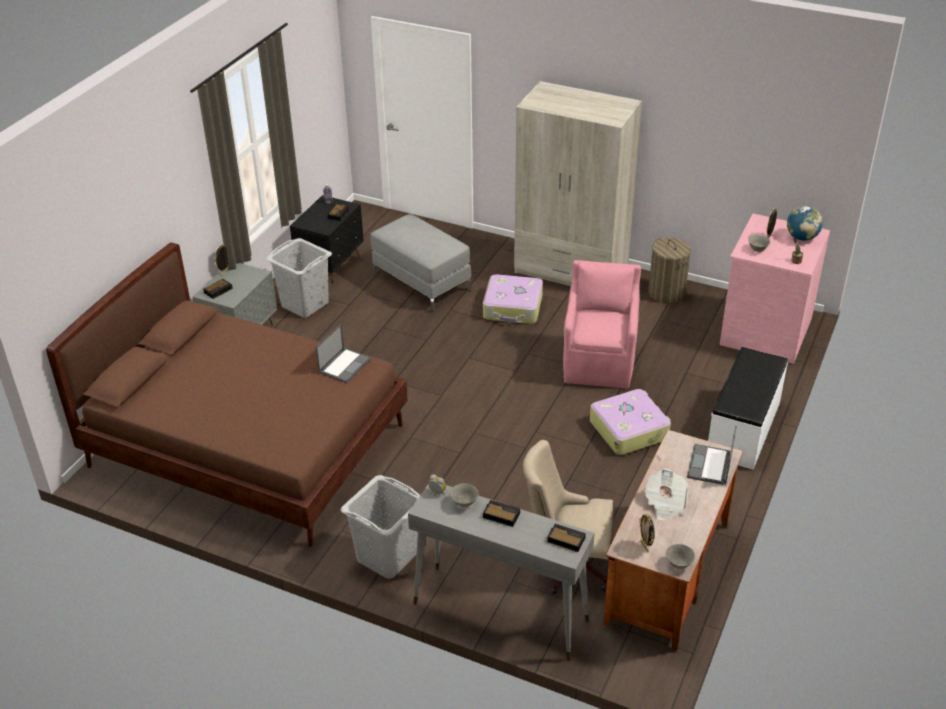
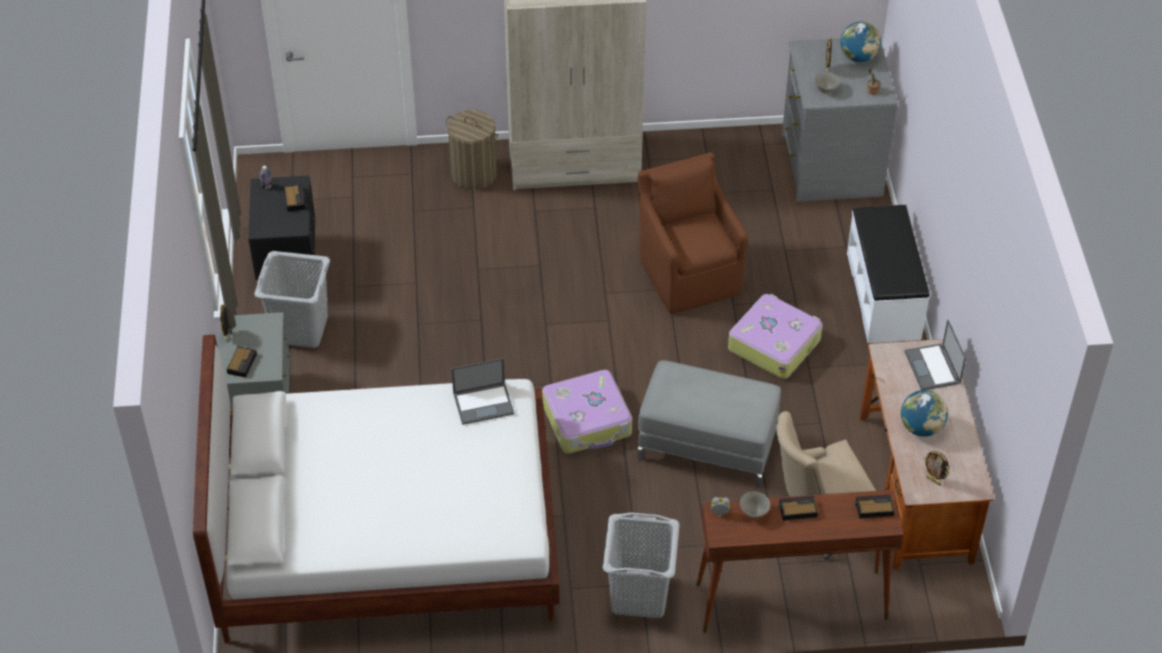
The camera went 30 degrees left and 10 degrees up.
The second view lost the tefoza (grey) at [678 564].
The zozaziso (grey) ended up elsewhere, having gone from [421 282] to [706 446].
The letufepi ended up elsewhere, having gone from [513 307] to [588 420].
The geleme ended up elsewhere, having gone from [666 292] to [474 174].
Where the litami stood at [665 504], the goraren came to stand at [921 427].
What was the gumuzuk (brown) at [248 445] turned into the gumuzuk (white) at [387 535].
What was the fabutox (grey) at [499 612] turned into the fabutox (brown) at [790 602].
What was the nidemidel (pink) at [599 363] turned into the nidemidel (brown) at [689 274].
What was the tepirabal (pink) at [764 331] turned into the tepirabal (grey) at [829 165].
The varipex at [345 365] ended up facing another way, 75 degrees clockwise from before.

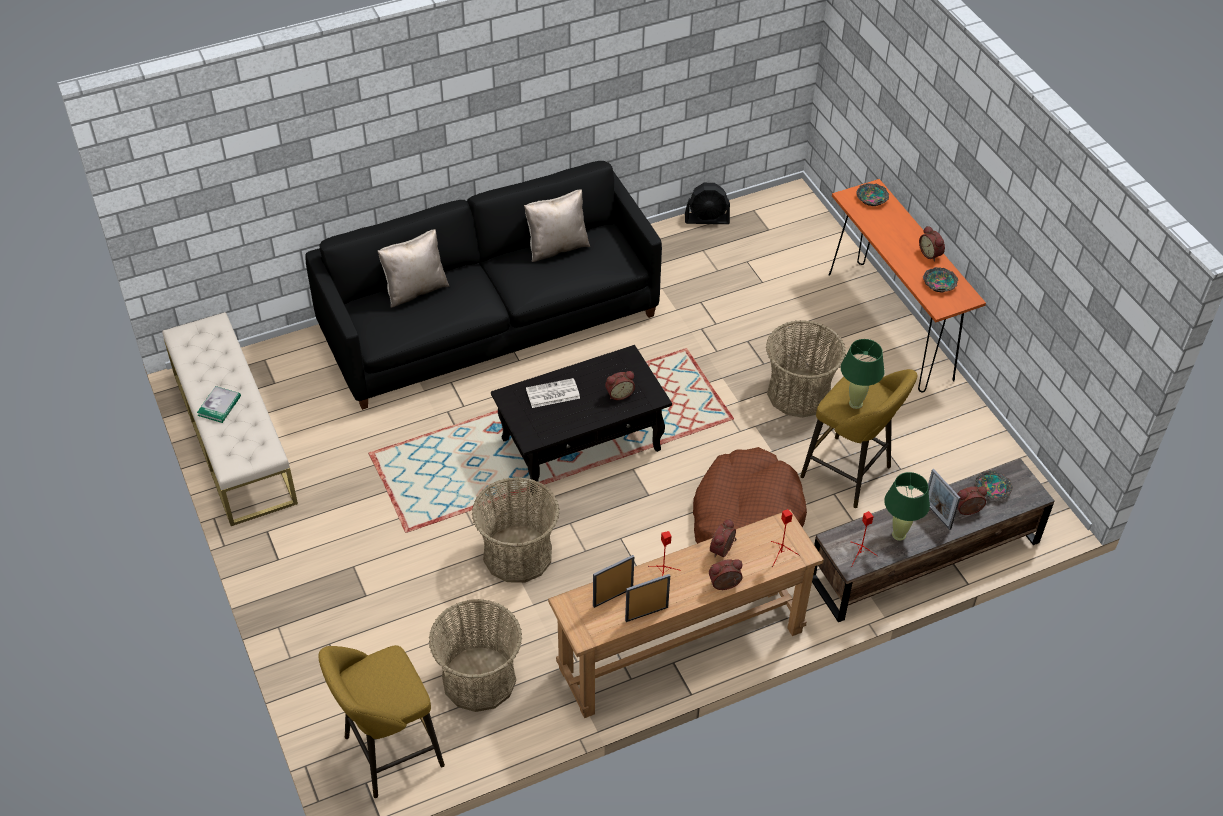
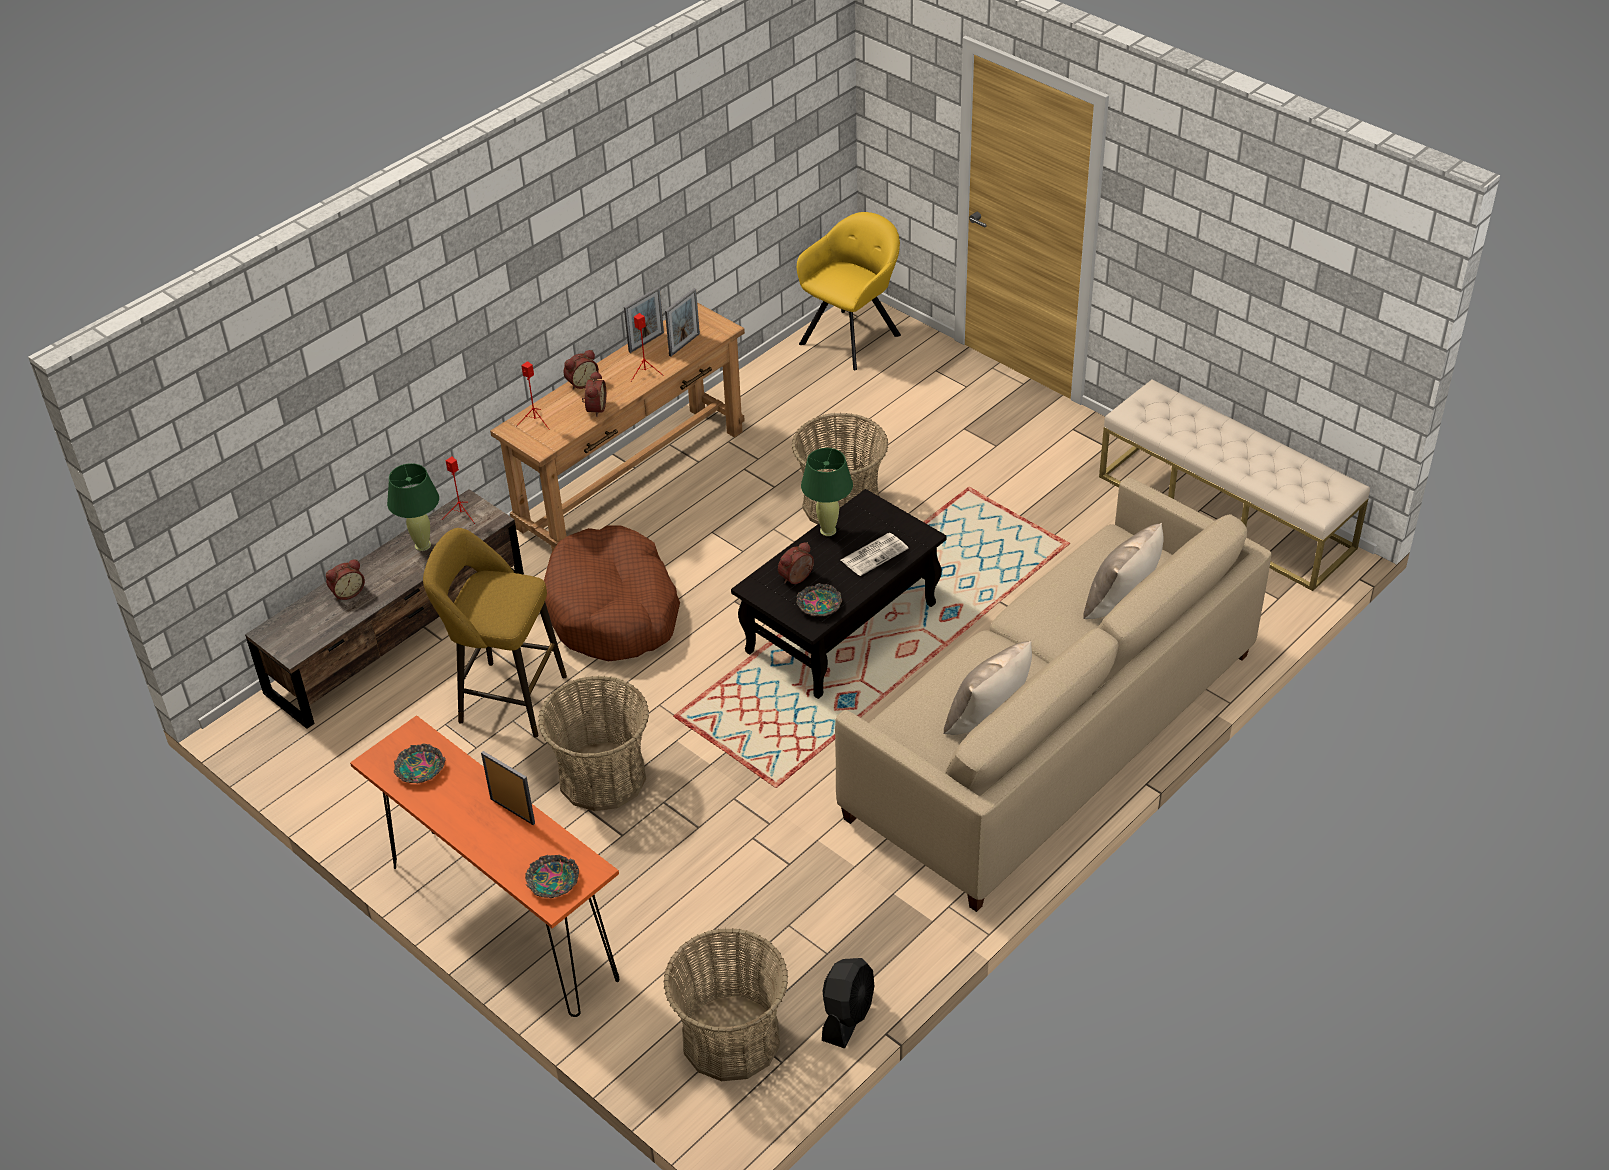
The camera went 160 degrees right and 5 degrees down.
The second view lost the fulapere at [219 406].
The second view lost the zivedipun at [931 254].
The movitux ended up elsewhere, having gone from [479 679] to [731 1038].
The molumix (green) ended up elsewhere, having gone from [855 403] to [828 531].
The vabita ended up elsewhere, having gone from [937 515] to [512 811].
The tefoza ended up elsewhere, having gone from [992 488] to [819 606].
Where the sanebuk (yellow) stood at [388 753], the nidemidel (yellow) came to stand at [853 336].
What was the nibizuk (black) at [490 322] turned into the nibizuk (beige) at [1052 735].
The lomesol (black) at [707 219] ended up facing another way, 135 degrees clockwise from before.

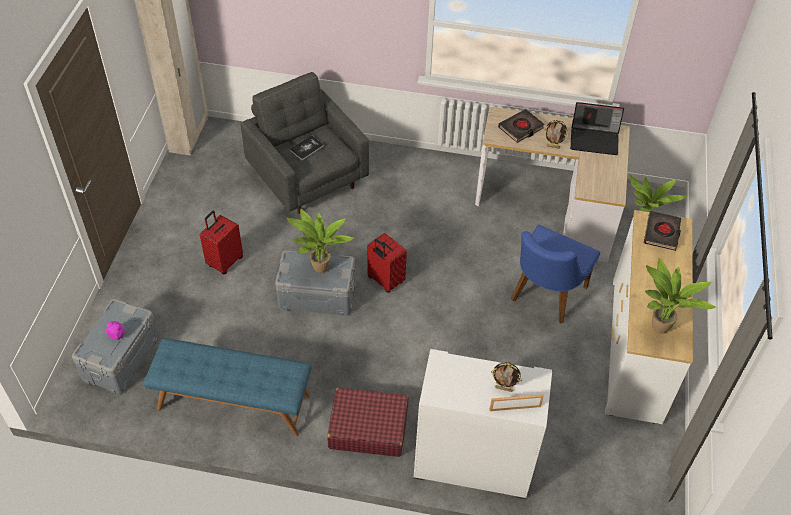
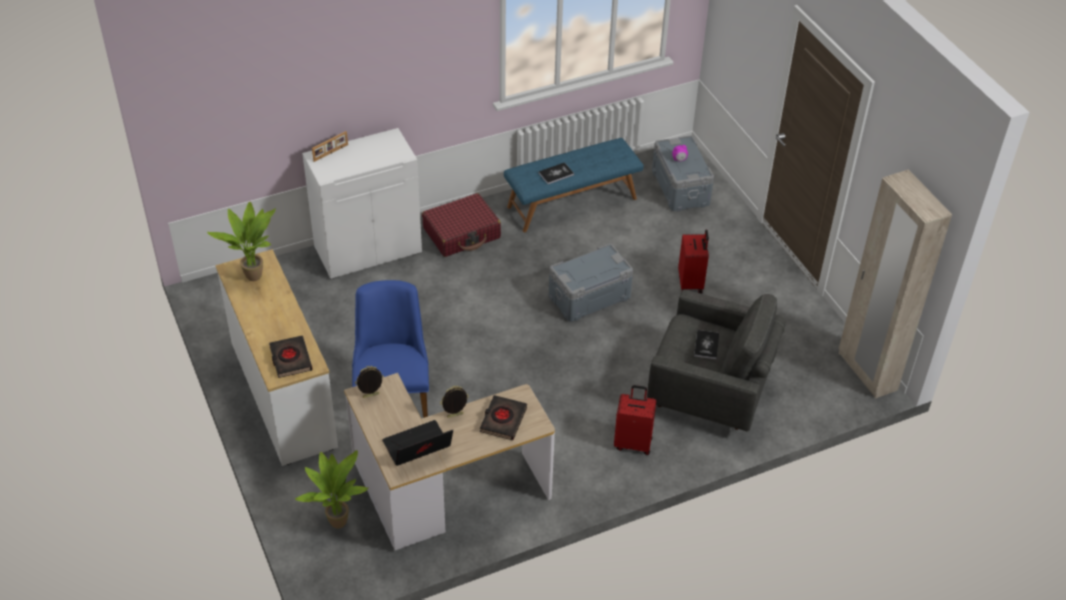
The camera went 145 degrees right and 5 degrees down.
The second view lost the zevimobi at [320 270].
The second view gained the fulapere at [556 174].
The letufepi (red) ended up elsewhere, having gone from [385 280] to [633 443].
The vabita ended up elsewhere, having gone from [503 388] to [371 396].

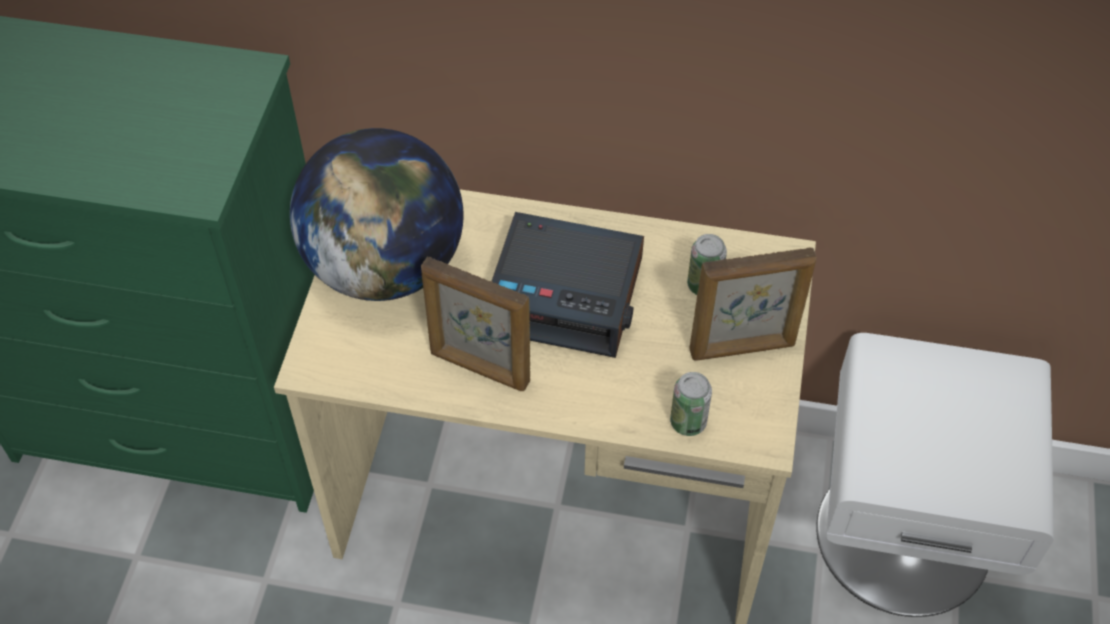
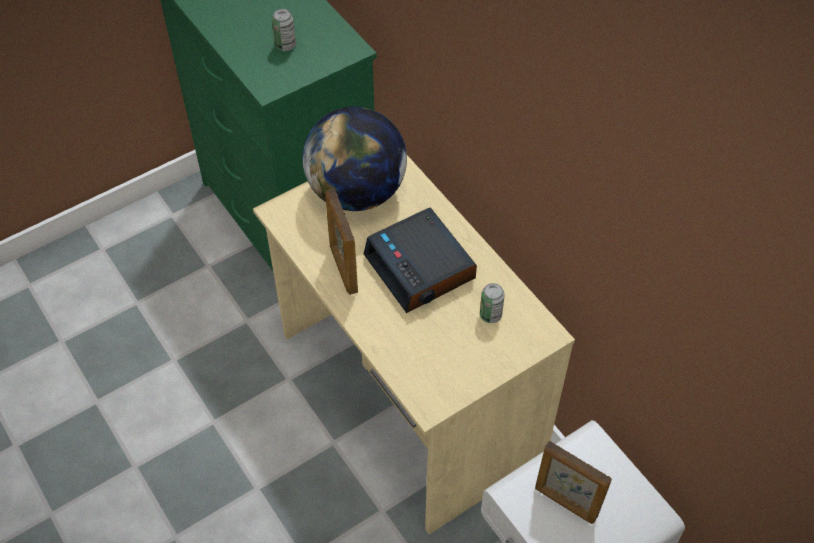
The camera went 45 degrees right and 0 degrees up.
The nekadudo ended up elsewhere, having gone from [688 422] to [285 45].
The vabita ended up elsewhere, having gone from [743 348] to [565 503].

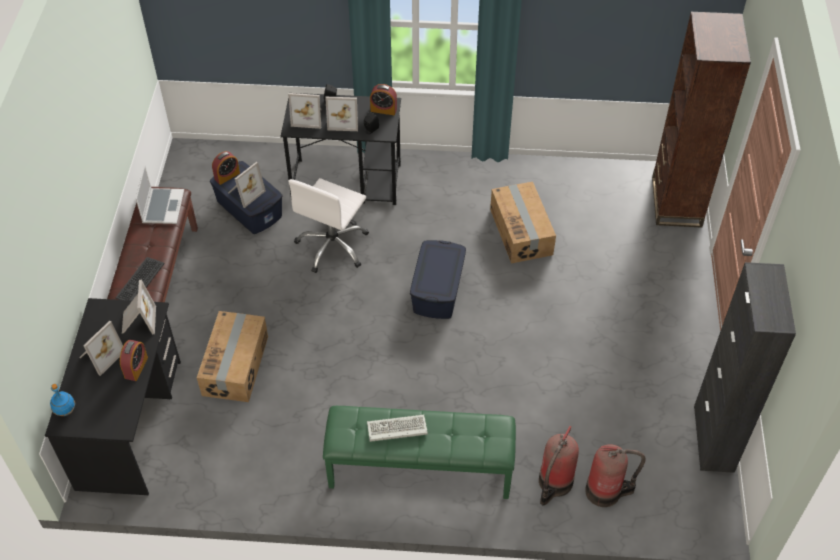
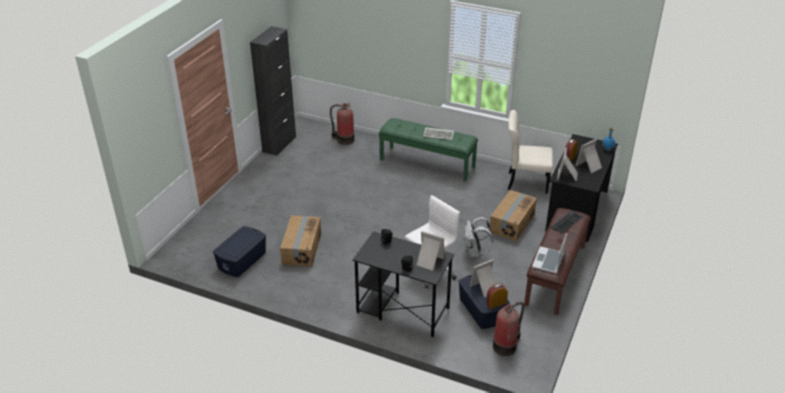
The camera went 160 degrees left and 15 degrees down.
The second view lost the vabita at [344 120].
The second view lost the zivedipun at [383 110].
The second view lost the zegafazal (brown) at [676 202].
The second view gained the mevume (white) at [474 253].
The second view gained the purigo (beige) at [525 182].
The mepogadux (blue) ended up elsewhere, having gone from [437 290] to [242 260].
The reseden ended up elsewhere, having gone from [554 483] to [506 346].

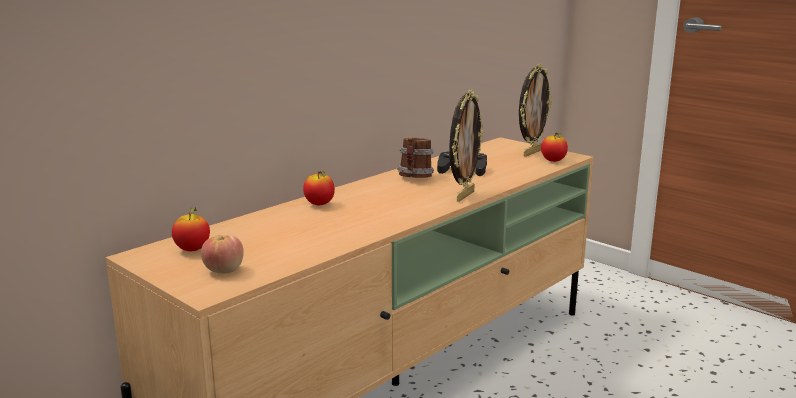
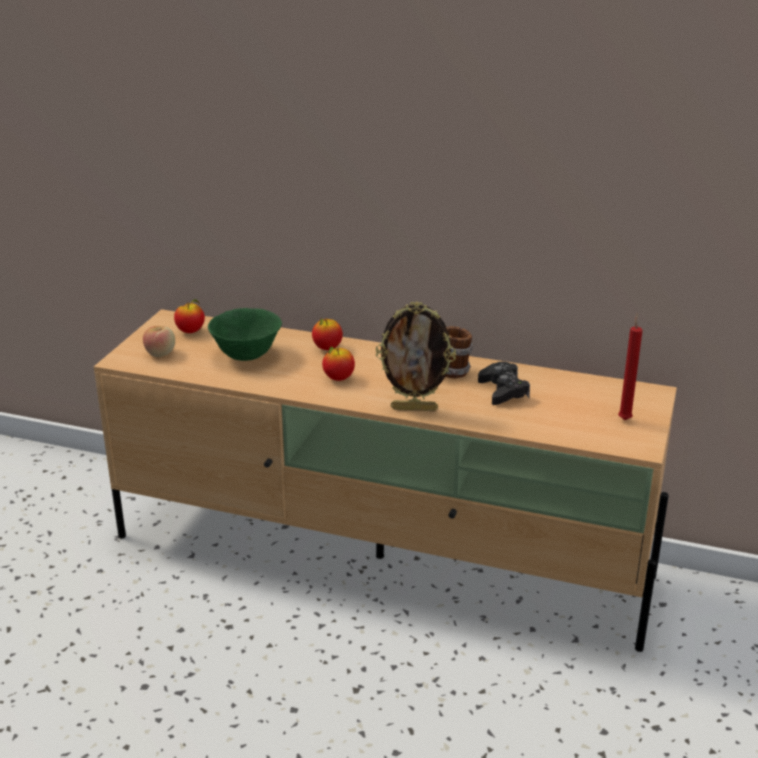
The camera went 65 degrees right and 10 degrees up.
The second view gained the tefoza (green) at [247 355].
The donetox ended up elsewhere, having gone from [553 161] to [338 378].
Where the vabita stood at [531 153], the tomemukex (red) came to stand at [625 419].

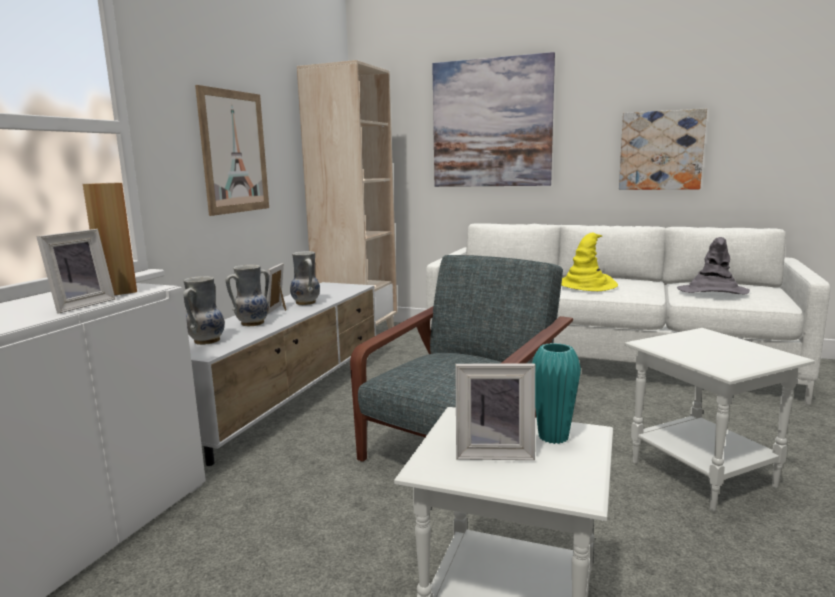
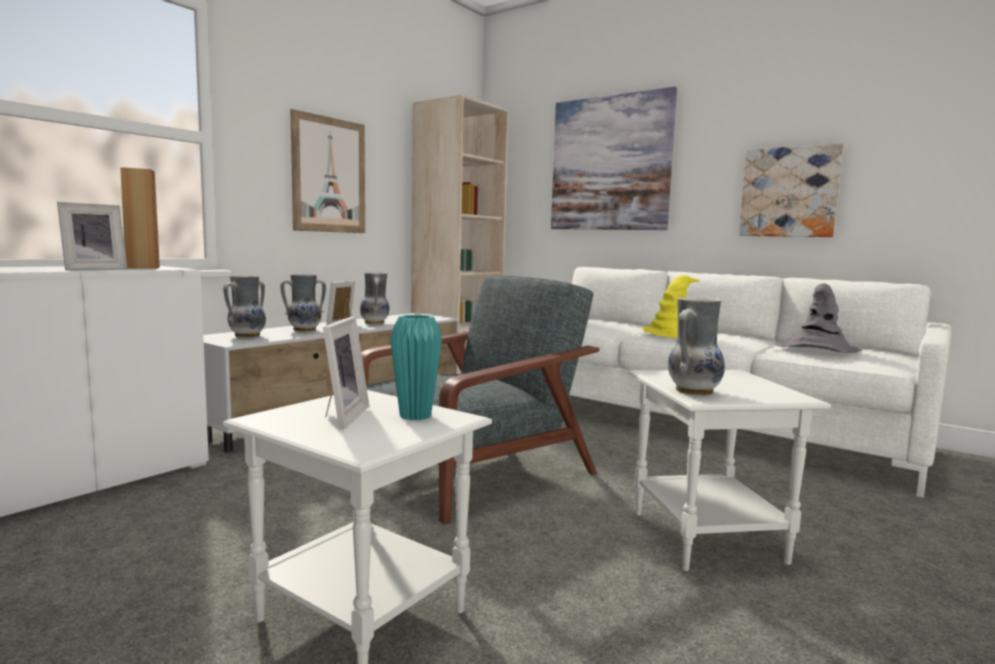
The camera went 15 degrees right and 5 degrees down.
The second view gained the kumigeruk at [693 391].
The vabita at [494 452] ended up facing another way, 105 degrees counterclockwise from before.

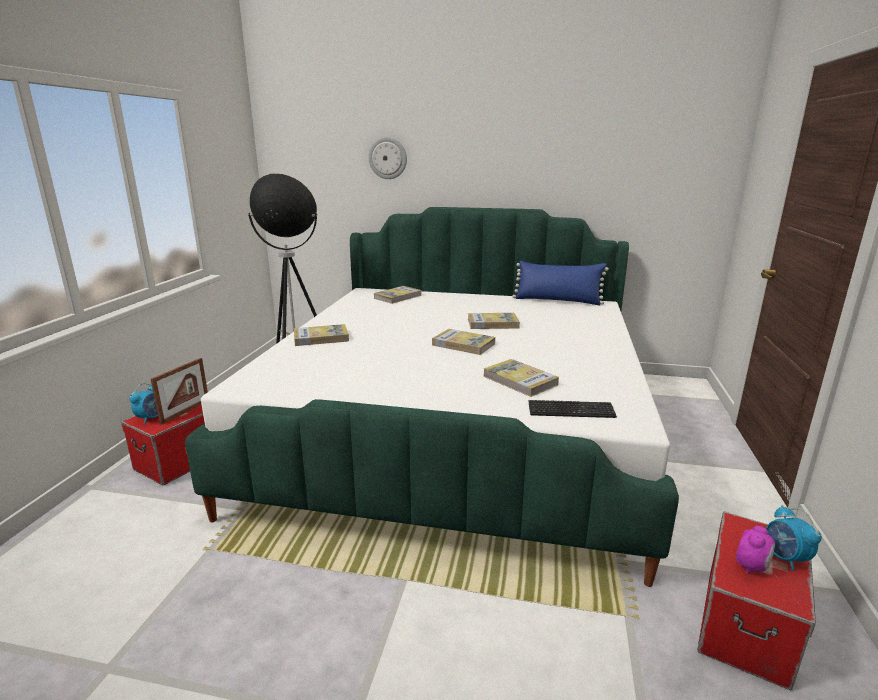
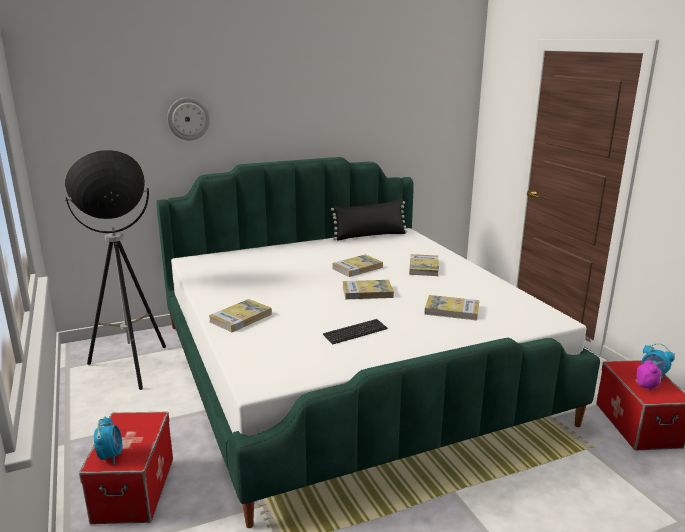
The camera went 35 degrees left and 0 degrees up.
The second view lost the vabita at [185 411].
The fulapere ended up elsewhere, having gone from [398 297] to [423 267].
The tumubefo ended up elsewhere, having gone from [571 411] to [355 333].
What was the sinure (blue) at [557 301] turned into the sinure (black) at [370 236].

